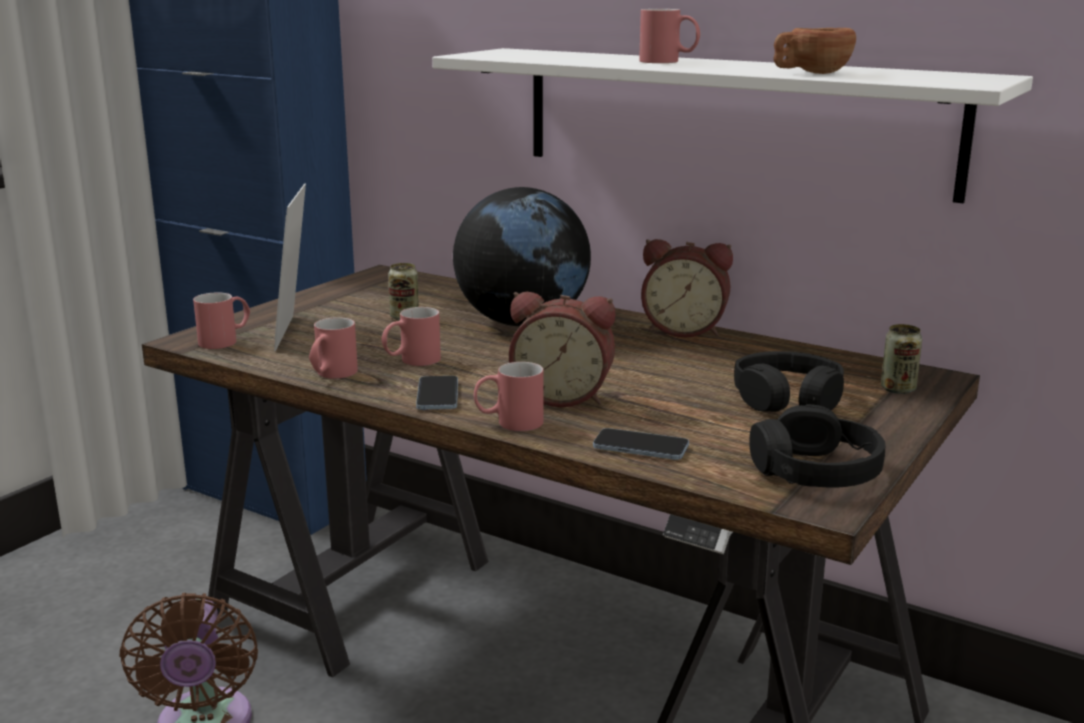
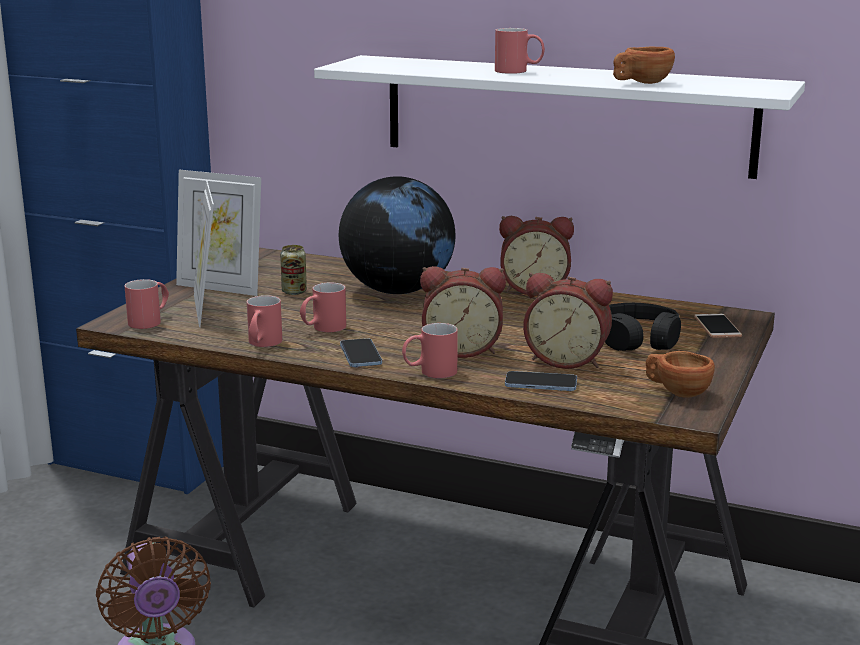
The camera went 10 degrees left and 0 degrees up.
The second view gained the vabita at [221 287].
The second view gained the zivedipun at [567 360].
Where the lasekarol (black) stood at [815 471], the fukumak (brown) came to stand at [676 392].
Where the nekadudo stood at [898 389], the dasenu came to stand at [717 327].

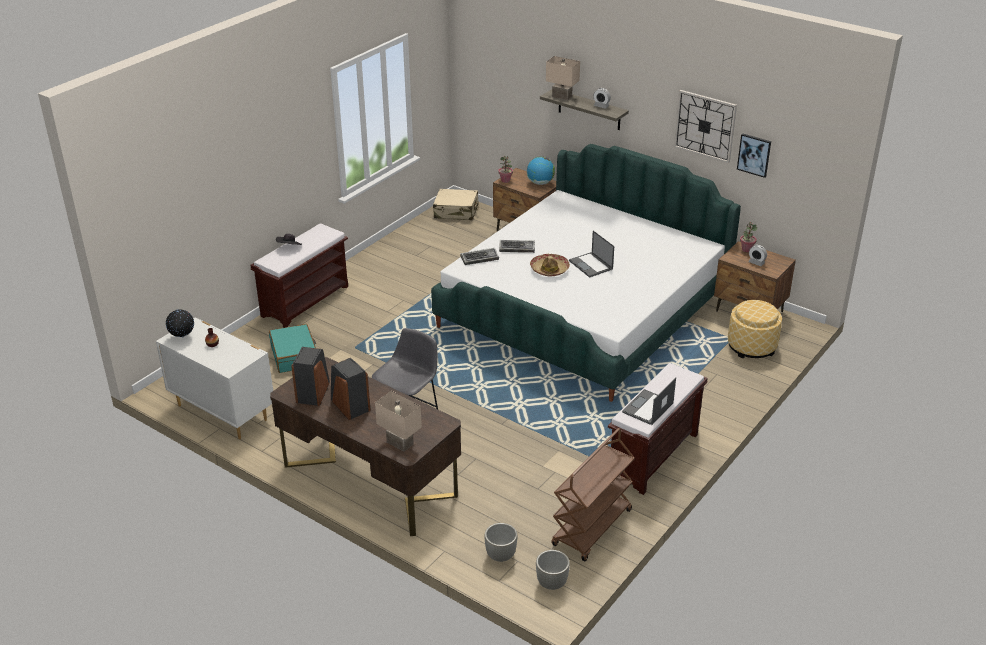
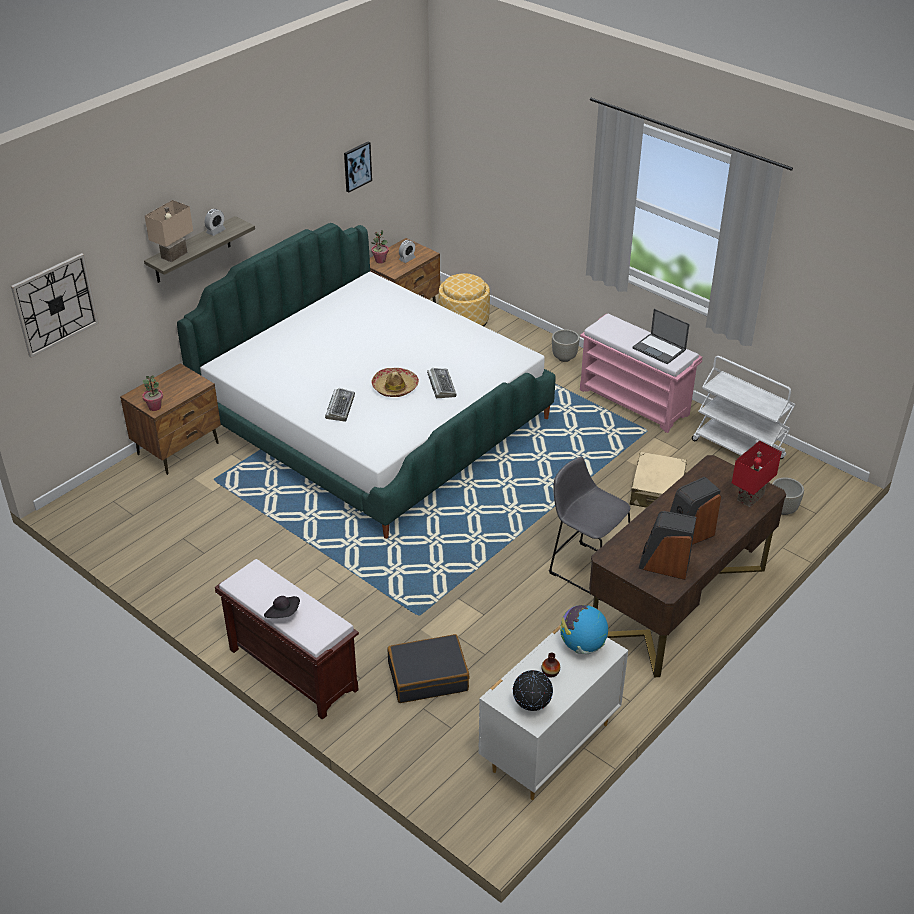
The camera went 85 degrees left and 5 degrees up.
The second view lost the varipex at [591 265].
The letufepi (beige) ended up elsewhere, having gone from [456 211] to [657 491].
The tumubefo ended up elsewhere, having gone from [480 258] to [441 385].
The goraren ended up elsewhere, having gone from [540 183] to [582 645].
The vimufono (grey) ended up elsewhere, having gone from [551 583] to [564 358].
The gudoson ended up elsewhere, having gone from [705 126] to [55 304].
What was the letufepi (turquoise) at [294 355] turned into the letufepi (black) at [428 676].
What was the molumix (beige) at [401 442] turned into the molumix (red) at [749 496].
What was the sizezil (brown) at [592 528] turned into the sizezil (white) at [738 449].
What was the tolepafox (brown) at [653 457] turned into the tolepafox (pink) at [635 402].

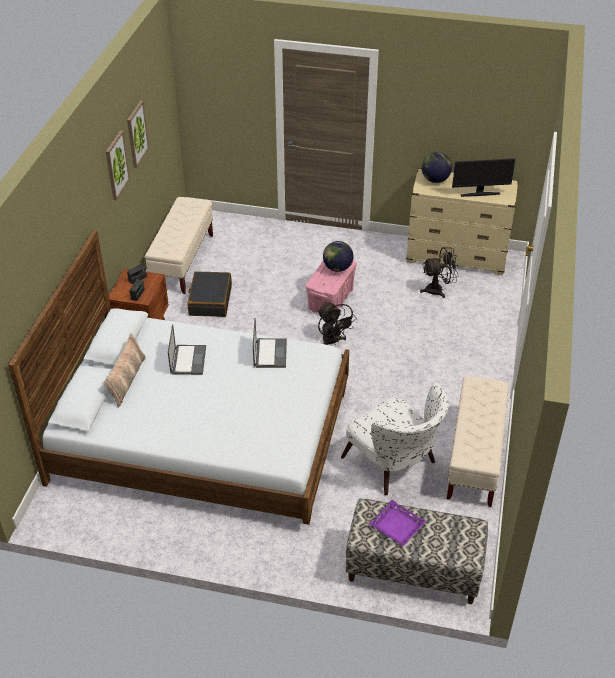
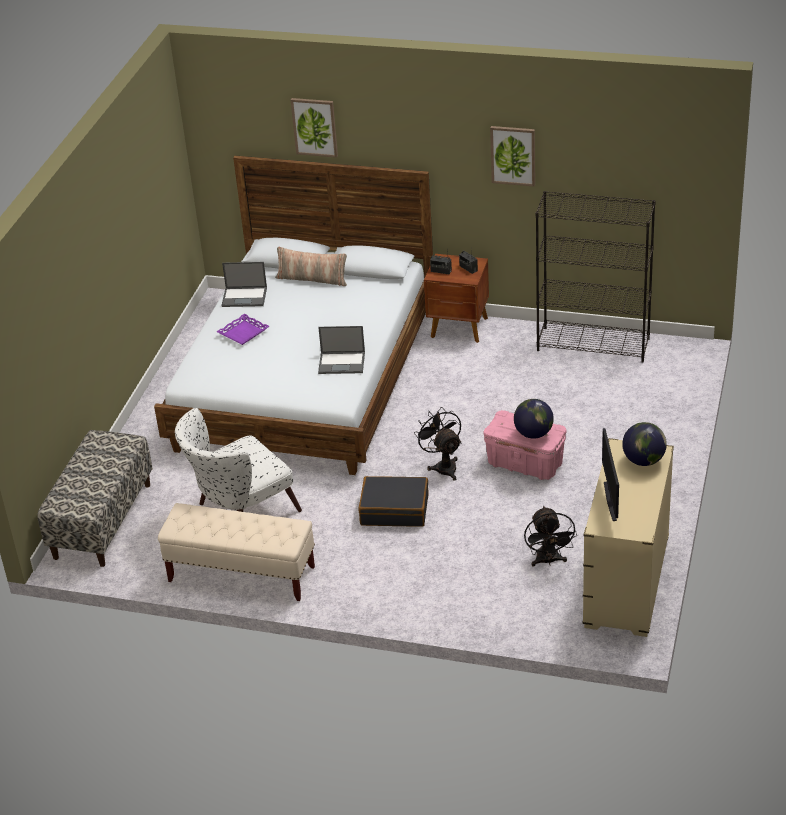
The camera went 95 degrees right and 5 degrees down.
The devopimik ended up elsewhere, having gone from [136 134] to [314 127].
The varipex ended up elsewhere, having gone from [188 359] to [245 297].
The letufepi (black) ended up elsewhere, having gone from [210 300] to [394 509].
The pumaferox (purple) ended up elsewhere, having gone from [396 526] to [243 332].
Where the tolepafox (beige) stood at [182 261], the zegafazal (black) came to stand at [594 344].
The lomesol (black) at [333 342] ended up facing another way, 90 degrees clockwise from before.

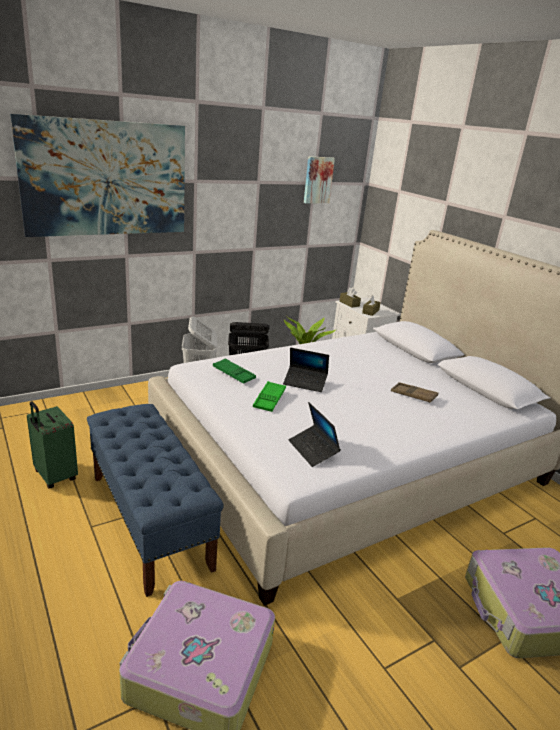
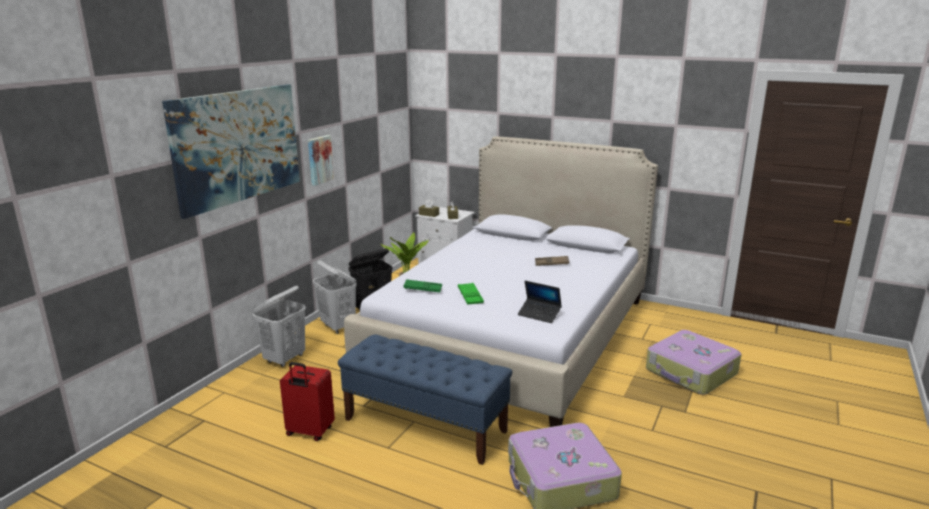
The camera went 30 degrees left and 5 degrees down.
The second view lost the varipex at [305 383].
The second view gained the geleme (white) at [285 359].
The devopimik ended up elsewhere, having gone from [317 180] to [319 159].
What was the letufepi (green) at [54 476] turned into the letufepi (red) at [309 432].

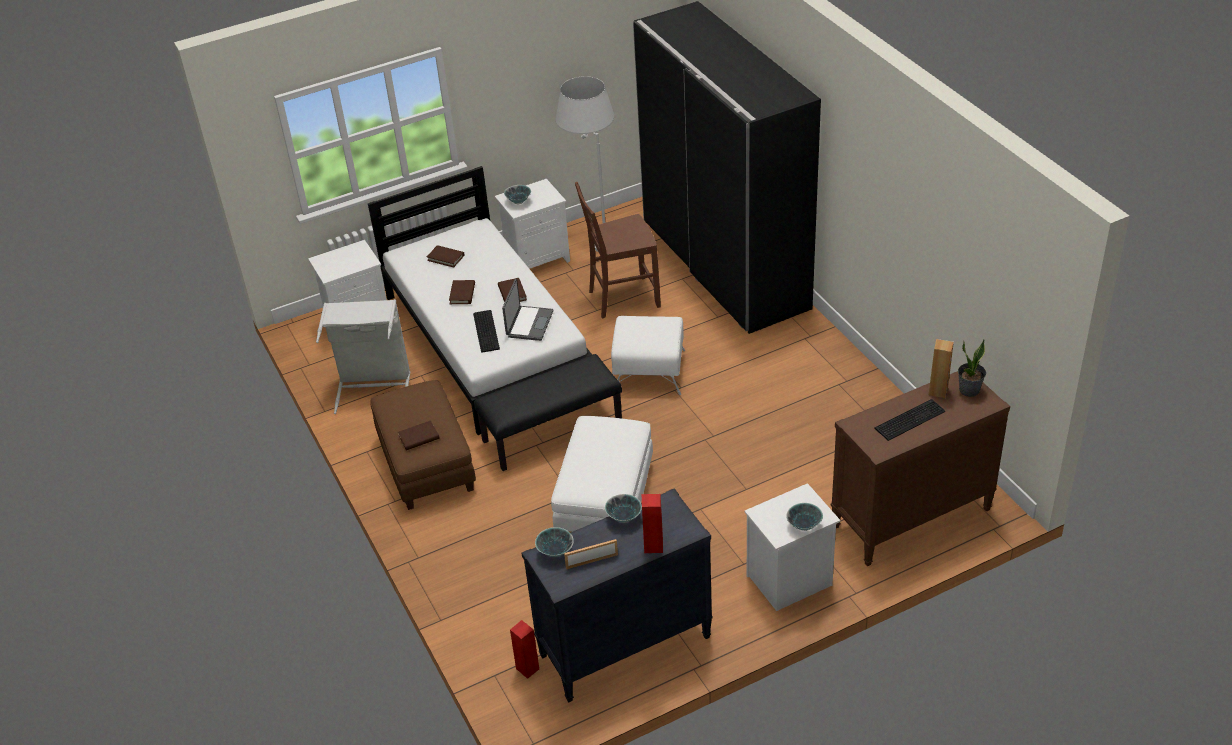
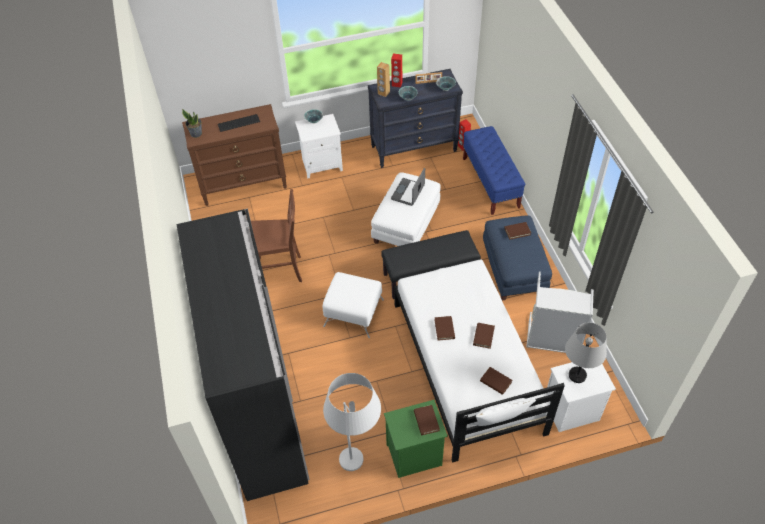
The camera went 170 degrees left and 10 degrees up.
The second view lost the tumubefo at [487 330].
The second view gained the tolepafox (blue) at [490 183].
The second view gained the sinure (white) at [497 424].
The second view gained the molumix (grey) at [577 375].
The varipex ended up elsewhere, having gone from [529 324] to [408 192].
The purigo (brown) ended up elsewhere, having gone from [622 298] to [281 271].
The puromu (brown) ended up elsewhere, having gone from [938 391] to [383 93].
Where the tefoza stood at [518 201], the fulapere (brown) came to stand at [426 421].
What was the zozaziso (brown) at [426 463] turned into the zozaziso (blue) at [514 269].
What was the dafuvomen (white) at [537 258] turned into the dafuvomen (green) at [414 456].

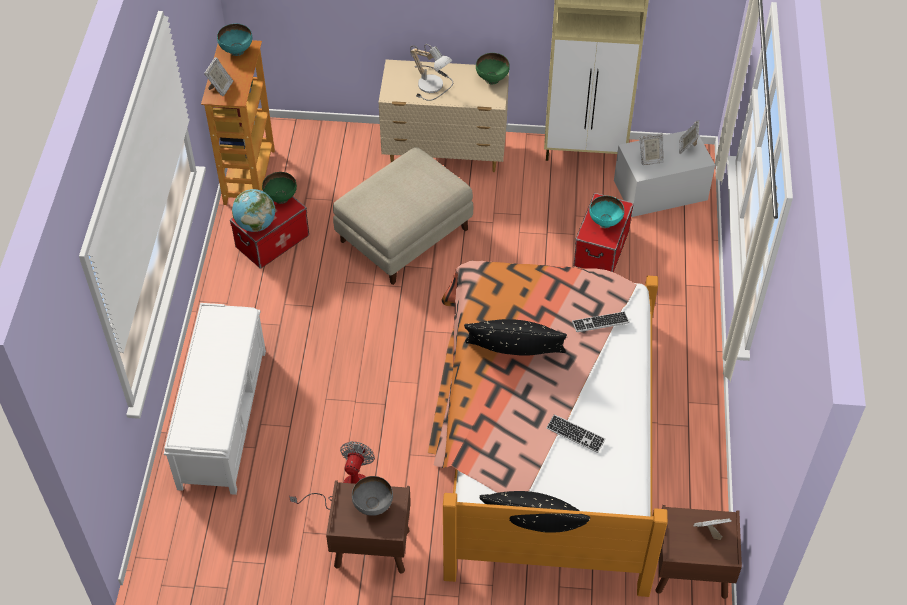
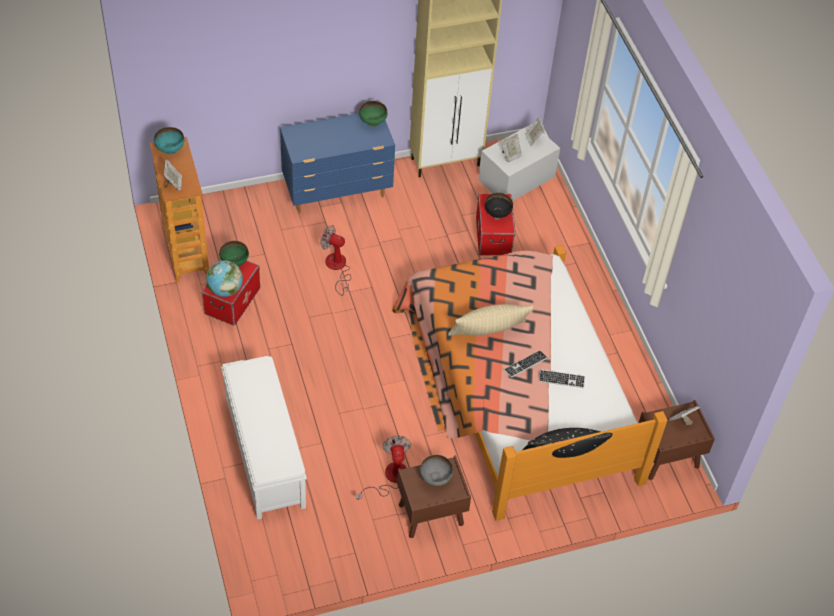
The camera went 25 degrees left and 0 degrees up.
The second view lost the molumix at [433 83].
The tumubefo ended up elsewhere, having gone from [600 322] to [525 364].
Where the zozaziso (beige) stood at [404 236], the lomesol came to stand at [337 268].
What was the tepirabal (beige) at [445 154] turned into the tepirabal (blue) at [338 192].
What was the sinure (black) at [514 353] turned into the sinure (beige) at [488 332].
What was the tefoza (turquoise) at [605 222] turned into the tefoza (black) at [497 214].

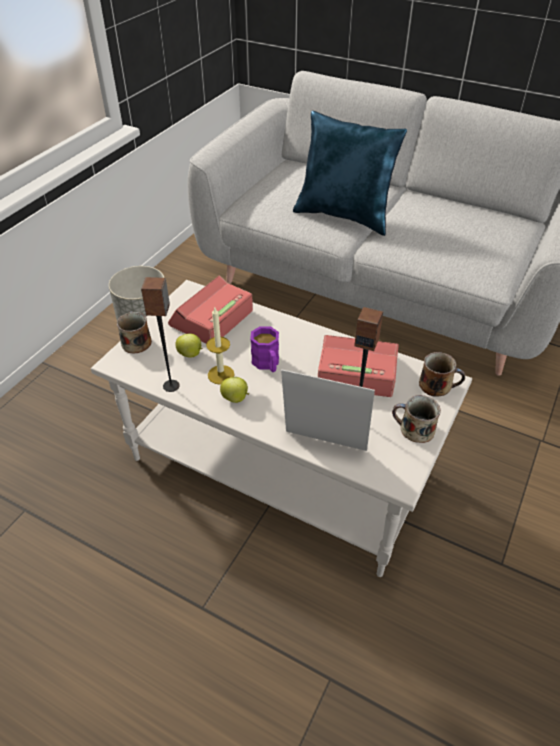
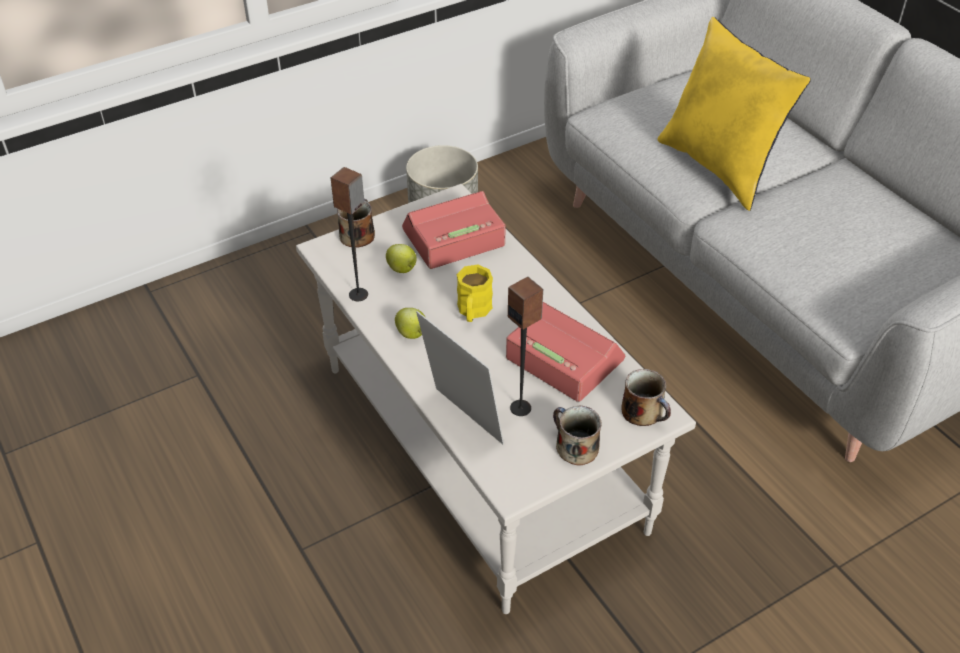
The camera went 30 degrees right and 0 degrees up.
The second view lost the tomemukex at [221 374].
What was the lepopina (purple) at [267 364] turned into the lepopina (yellow) at [473 311].
What was the sinure (blue) at [344 216] turned into the sinure (yellow) at [720 167].

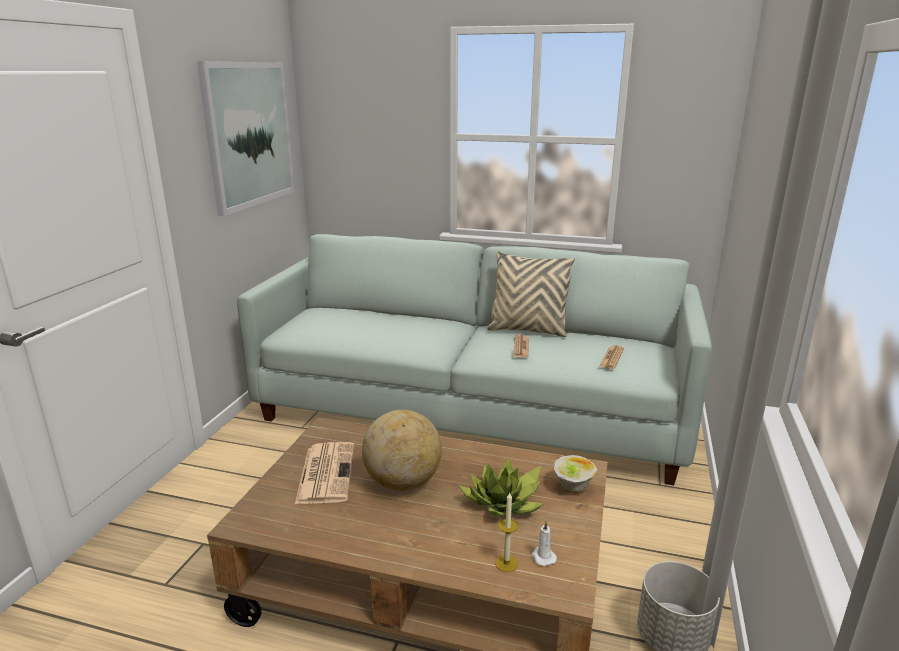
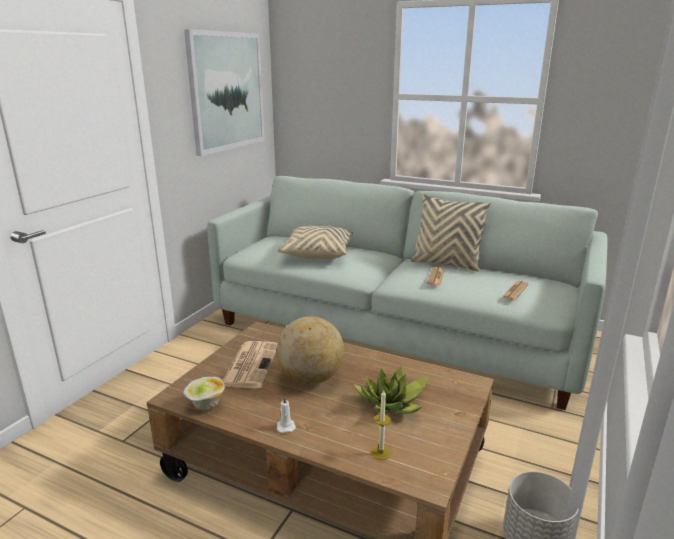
The camera went 10 degrees right and 0 degrees up.
The second view gained the sinure (beige) at [317 253].
The tomemukex (white) ended up elsewhere, having gone from [542 557] to [285 426].
The tefoza ended up elsewhere, having gone from [572 488] to [206 406].

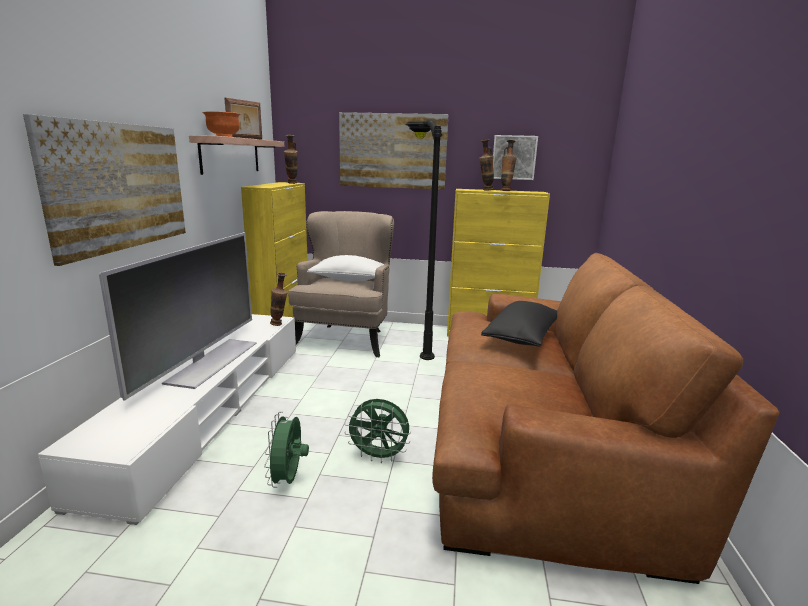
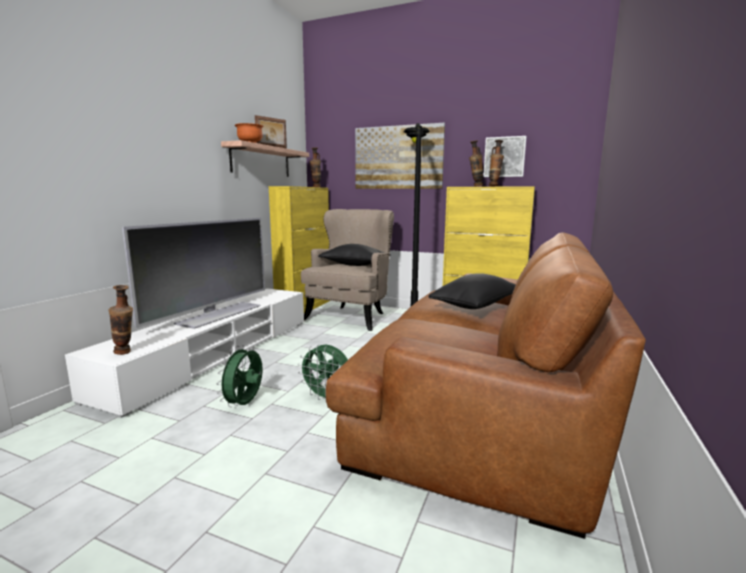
The camera went 15 degrees right and 5 degrees down.
The second view lost the devopimik at [120 186].
The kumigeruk ended up elsewhere, having gone from [279 325] to [125 353].
What was the sinure (white) at [350 279] turned into the sinure (black) at [354 265].

